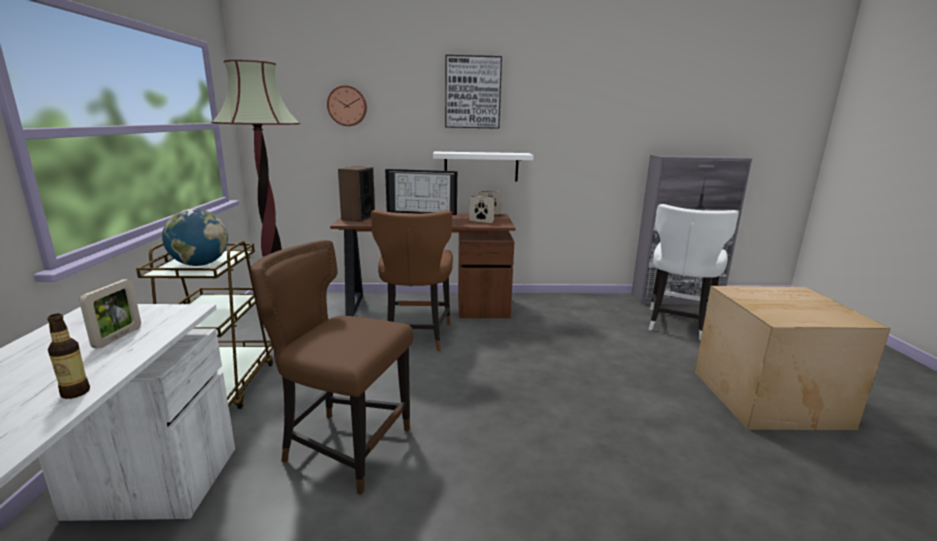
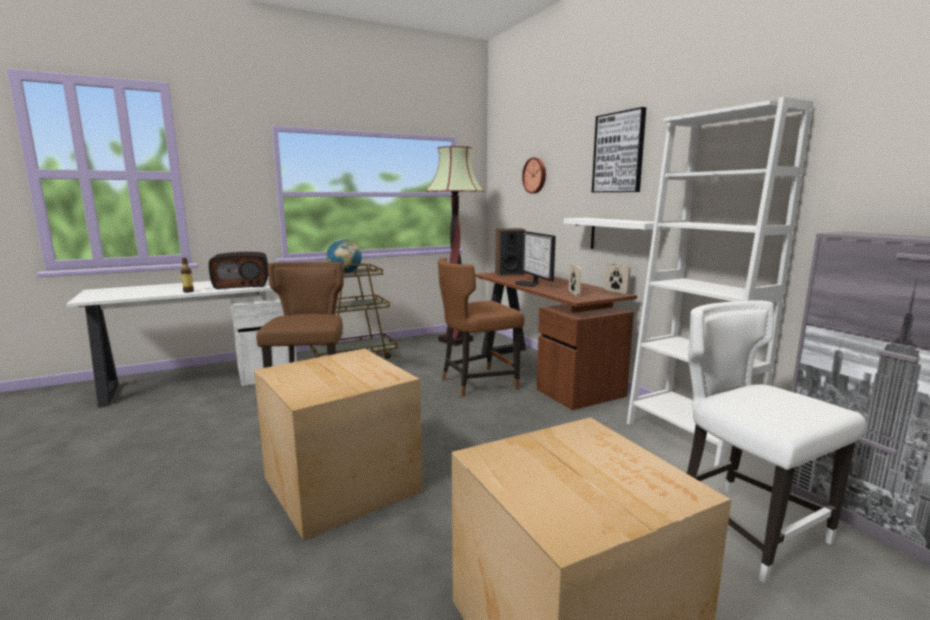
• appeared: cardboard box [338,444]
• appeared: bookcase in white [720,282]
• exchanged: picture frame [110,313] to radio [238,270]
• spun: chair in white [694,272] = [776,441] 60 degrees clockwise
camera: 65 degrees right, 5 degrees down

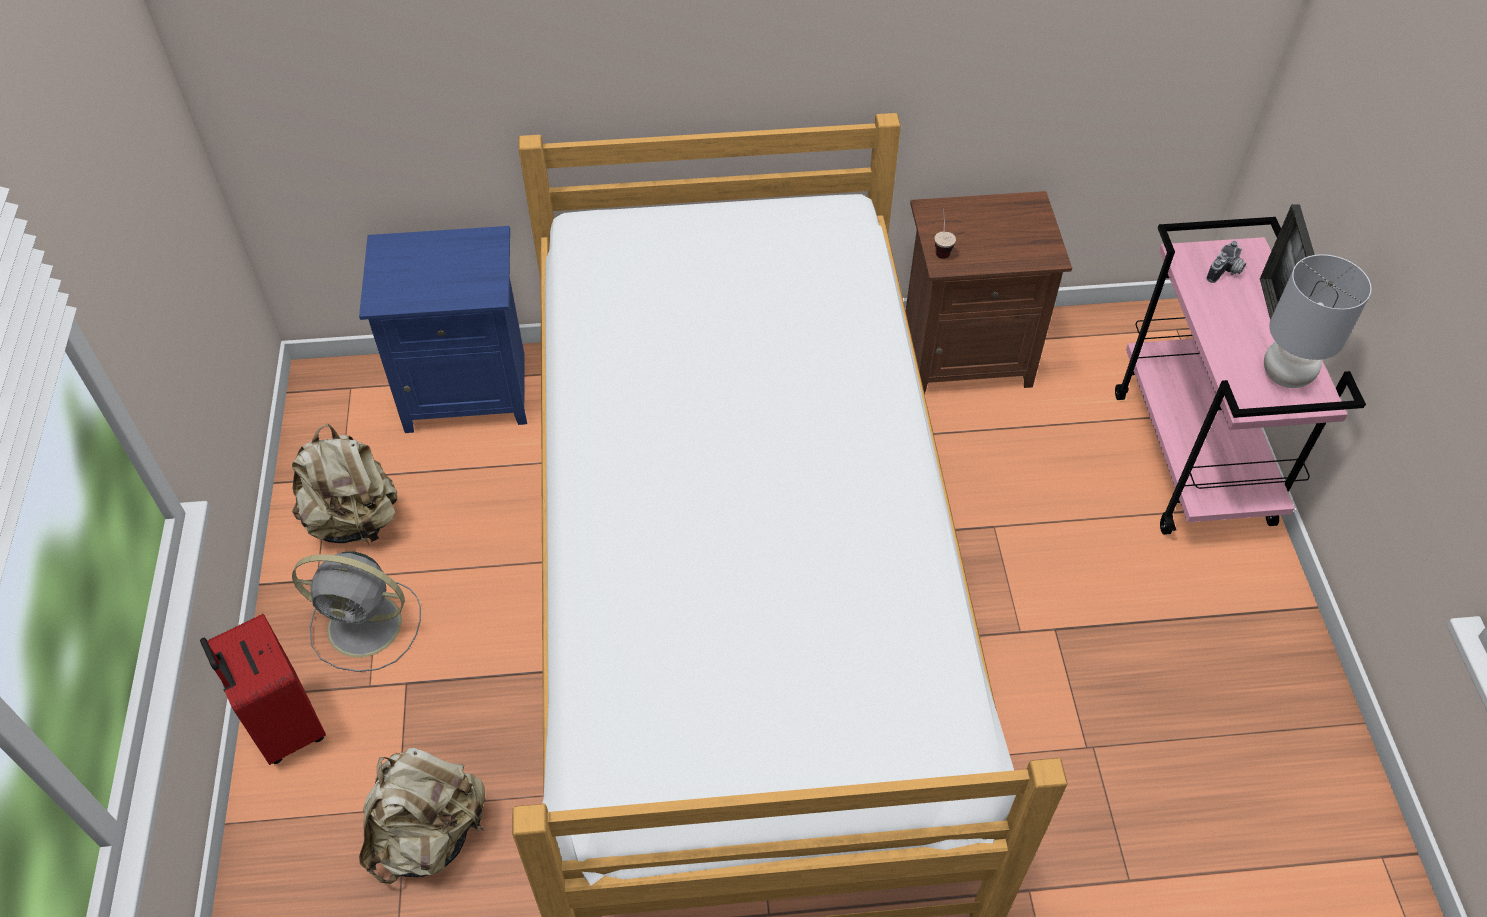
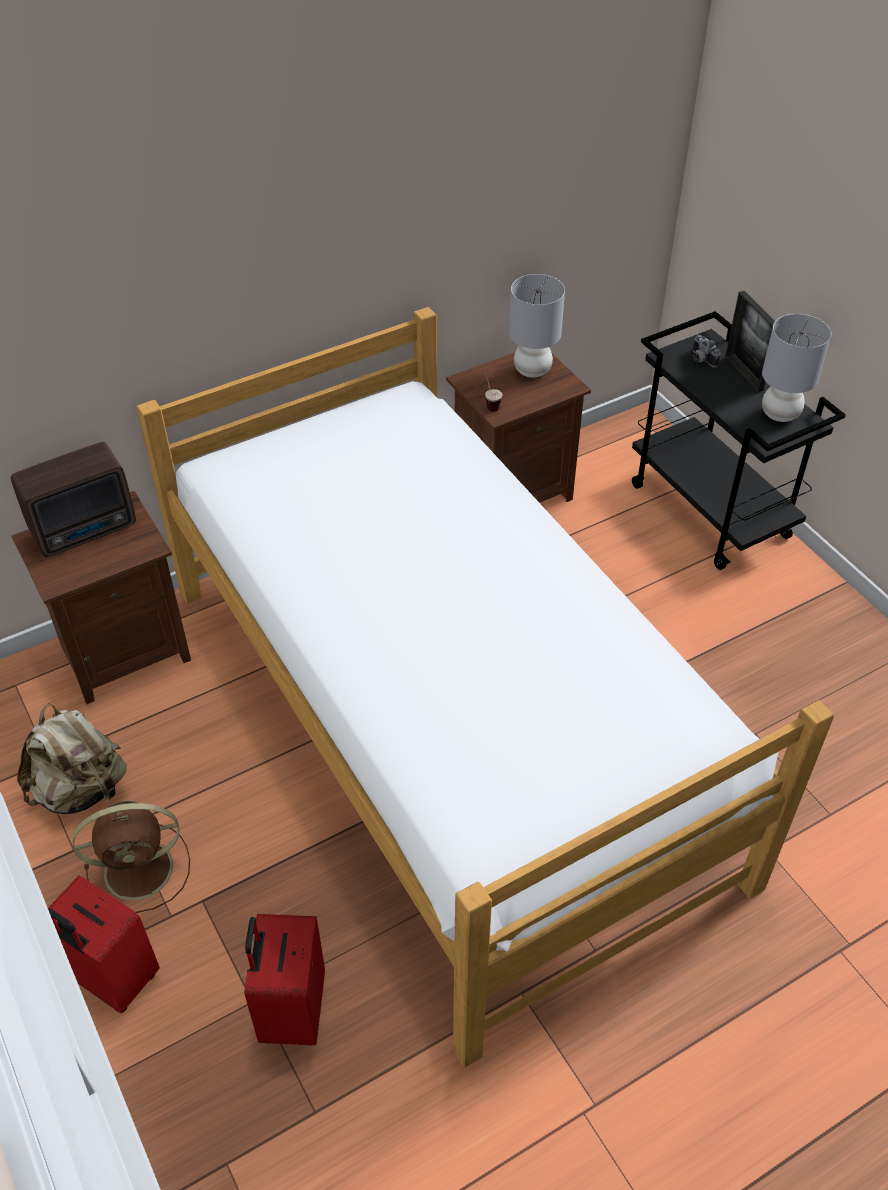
• appeared: radio [73,499]
• appeared: table lamp in grey [537,326]
• exchanged: backpack in beige [422,816] to suitcase in red [285,979]
• colour: fan in grey [356,611] to fan in brown [131,857]
• colour: nightstand in blue [443,329] to nightstand in brown [101,597]
• colour: cart in pink [1240,376] to cart in black [739,440]
• spun: photo camera [1226,262] = [707,351] 135 degrees clockwise
camera: 25 degrees left, 5 degrees down

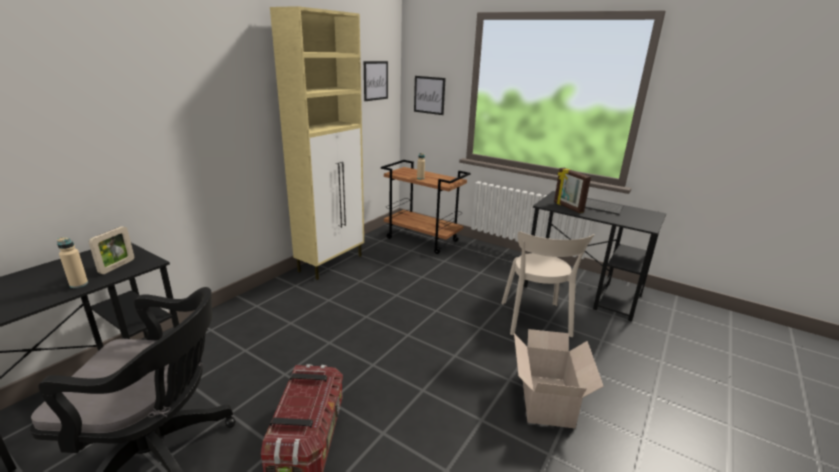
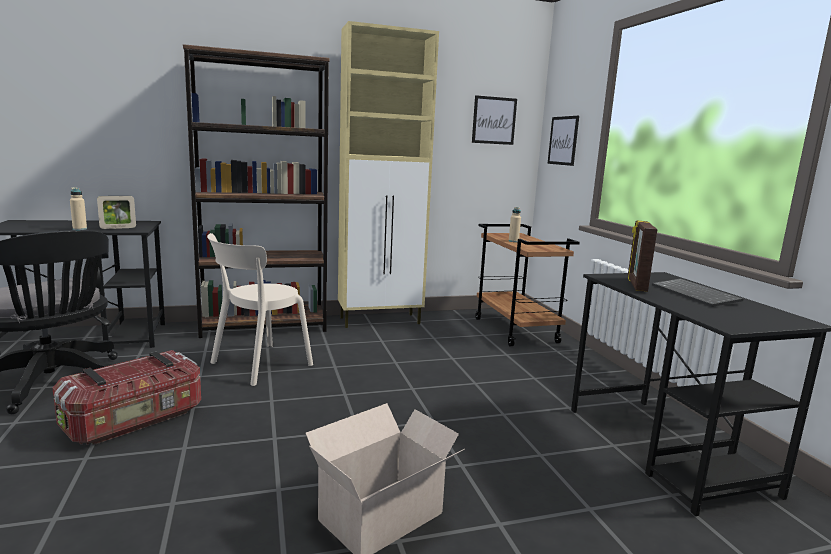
• appeared: bookcase in brown [256,191]
• relocated: chair in beige [548,284] to [260,309]
camera: 40 degrees right, 10 degrees down

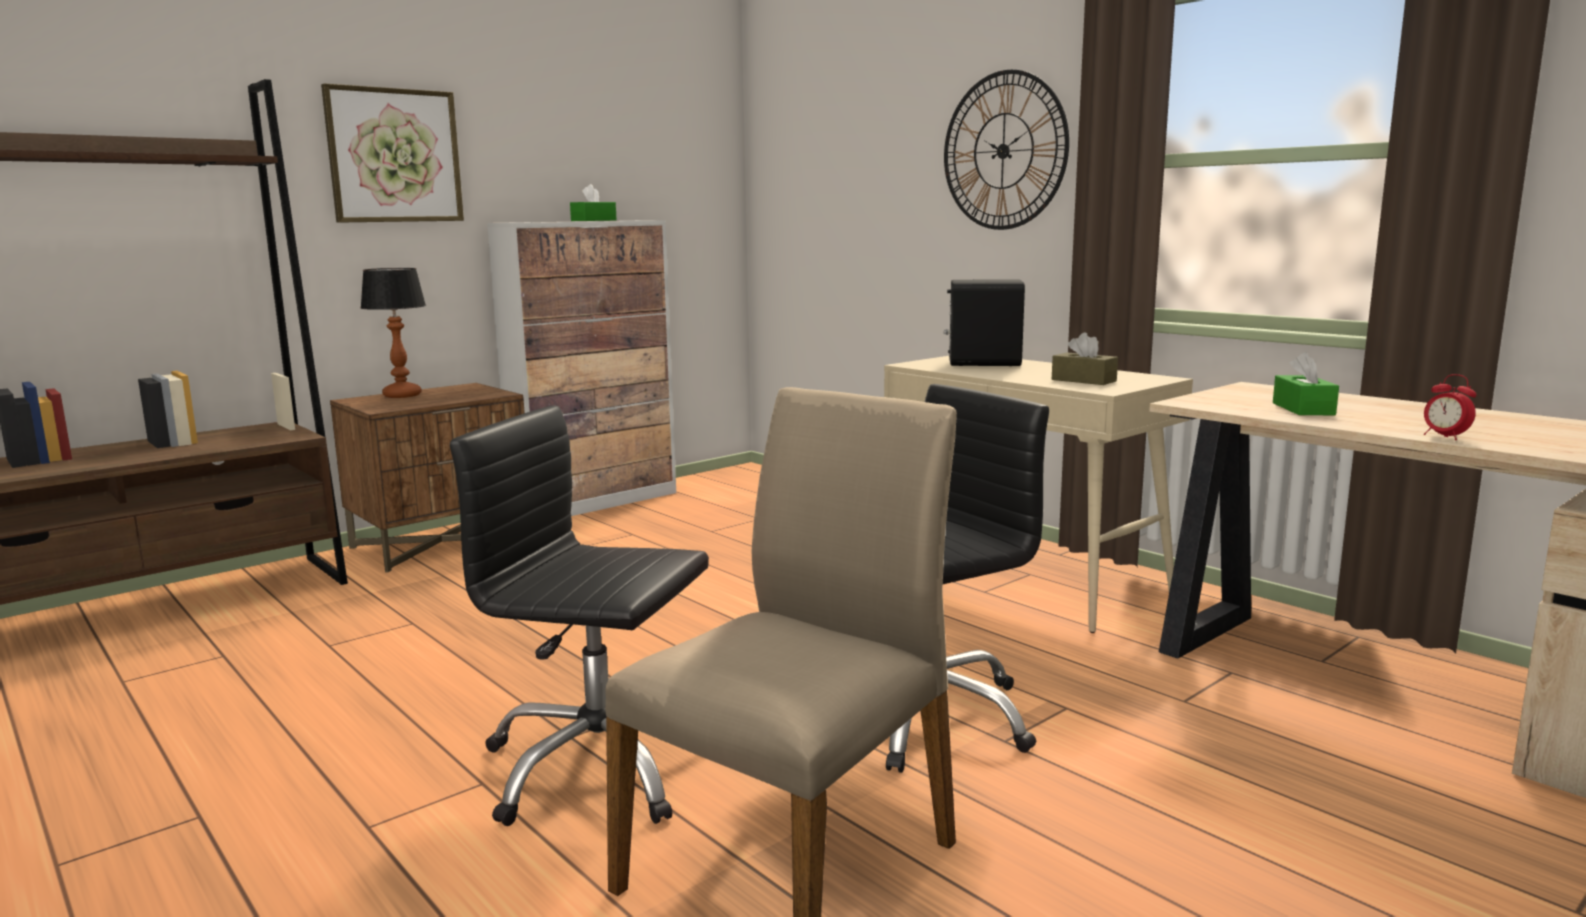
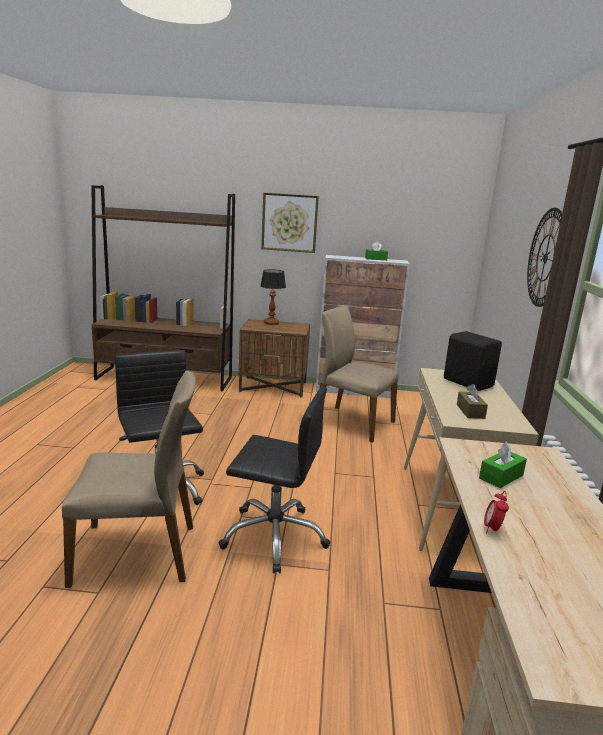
• appeared: chair in beige [359,374]
camera: 45 degrees right, 5 degrees up

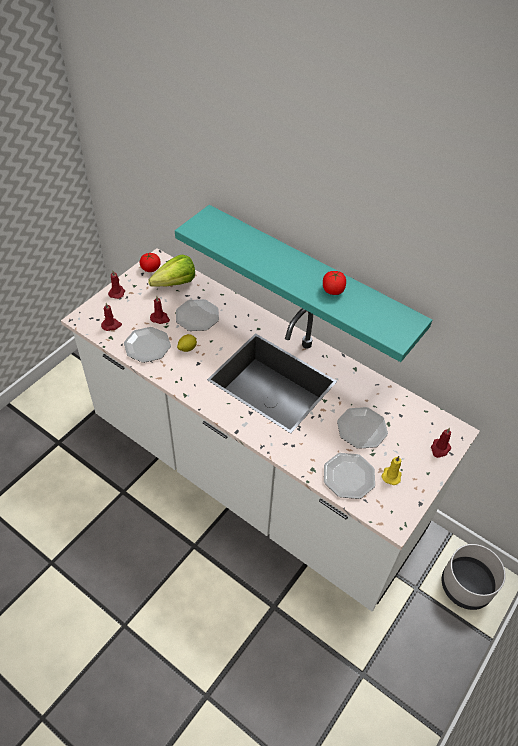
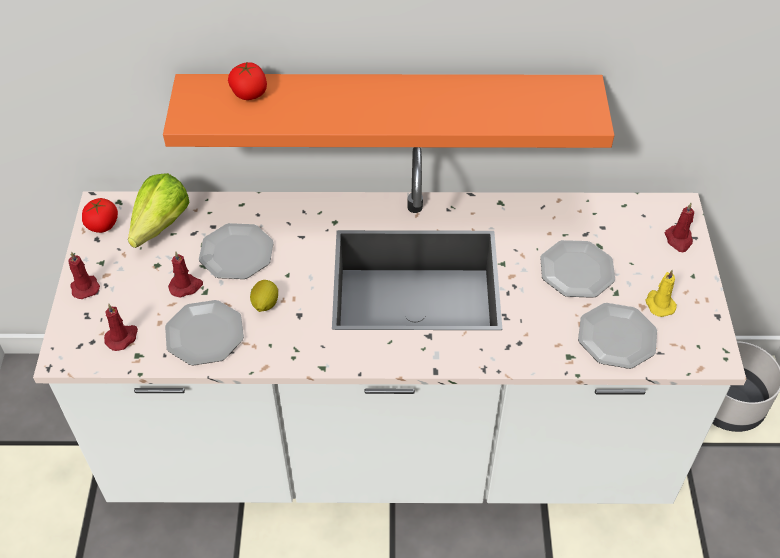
• relocated: tomato [334,283] to [247,80]
• colour: shelf in turquoise [303,283] to shelf in orange [388,111]
camera: 35 degrees left, 0 degrees up

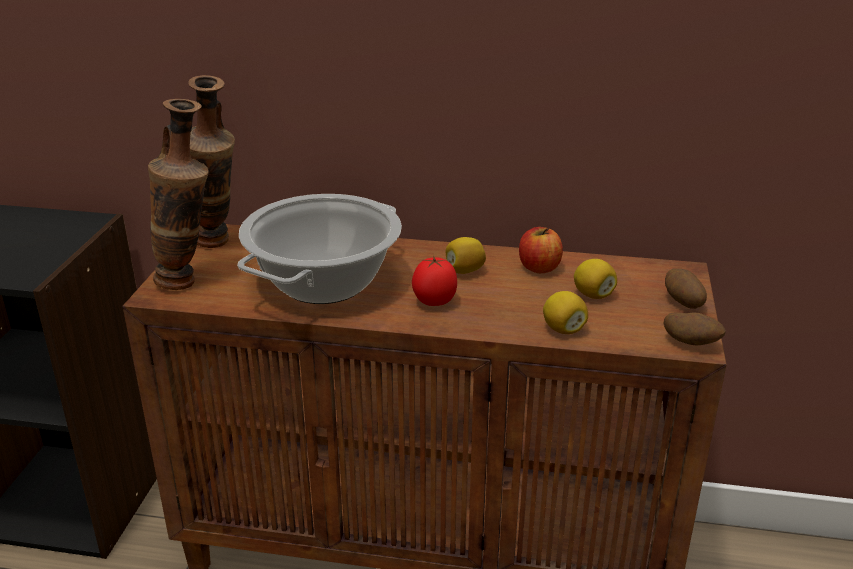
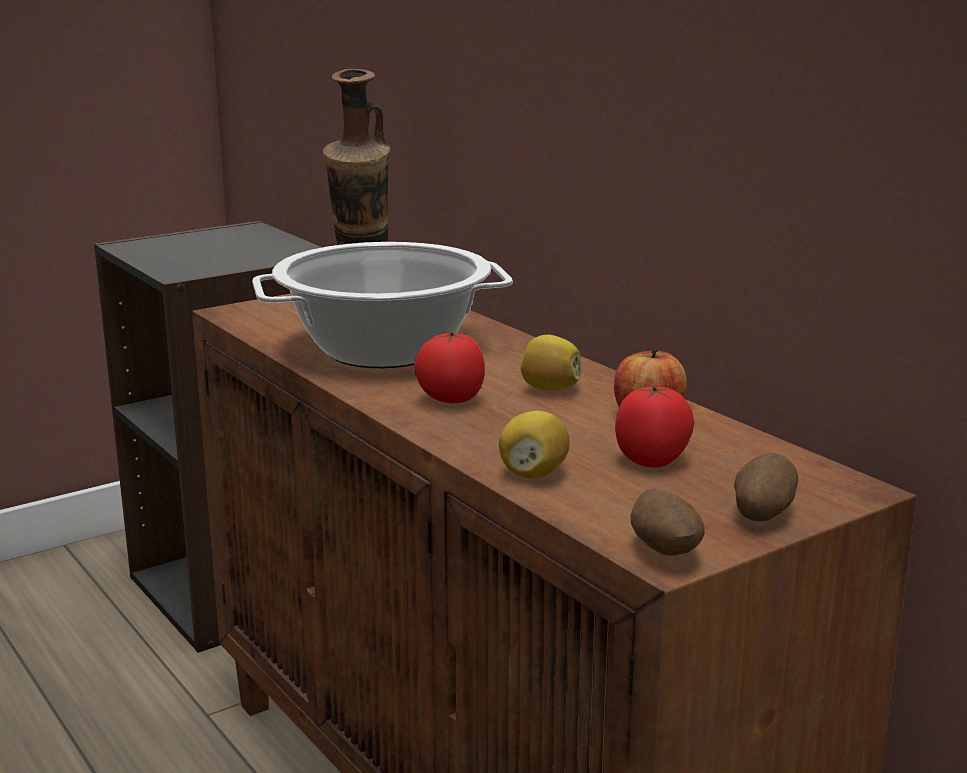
• missing: vase [178,194]
• exchanged: lemon [595,279] to tomato [654,426]
camera: 45 degrees right, 10 degrees down

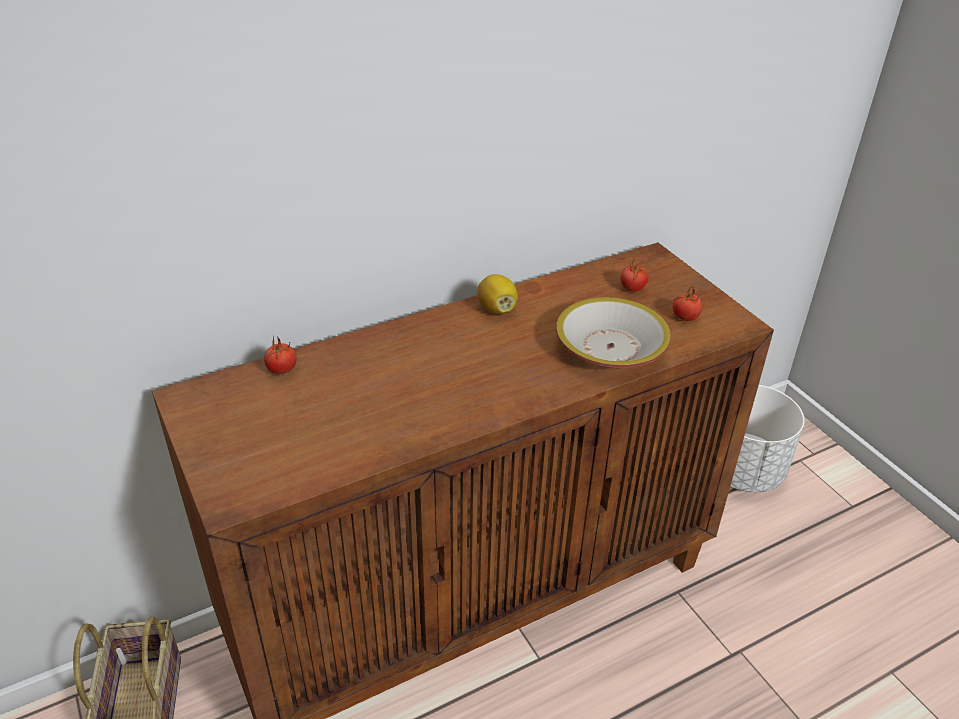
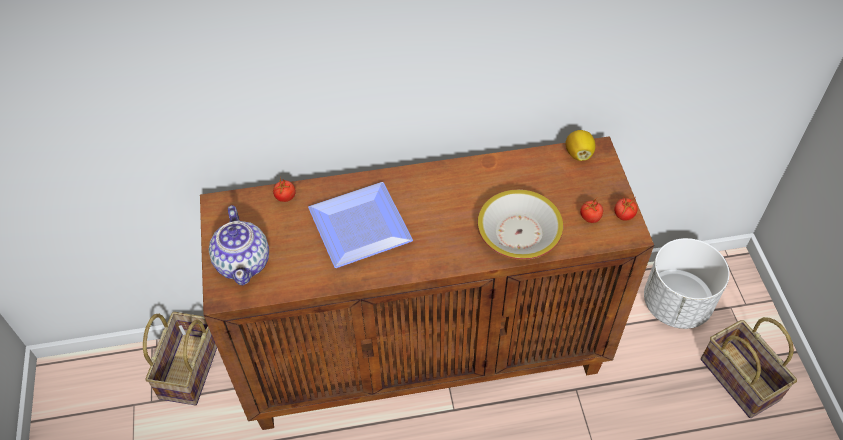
• appeared: teapot [239,245]
• appeared: plate [360,225]
• appeared: basket [749,367]
• relocated: lemon [497,294] to [580,145]
• relocated: tomato [634,275] to [626,209]
camera: 20 degrees right, 15 degrees up

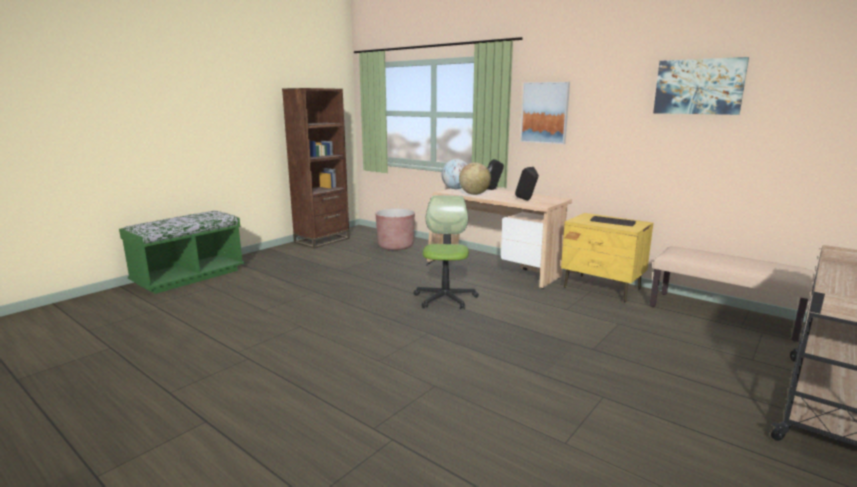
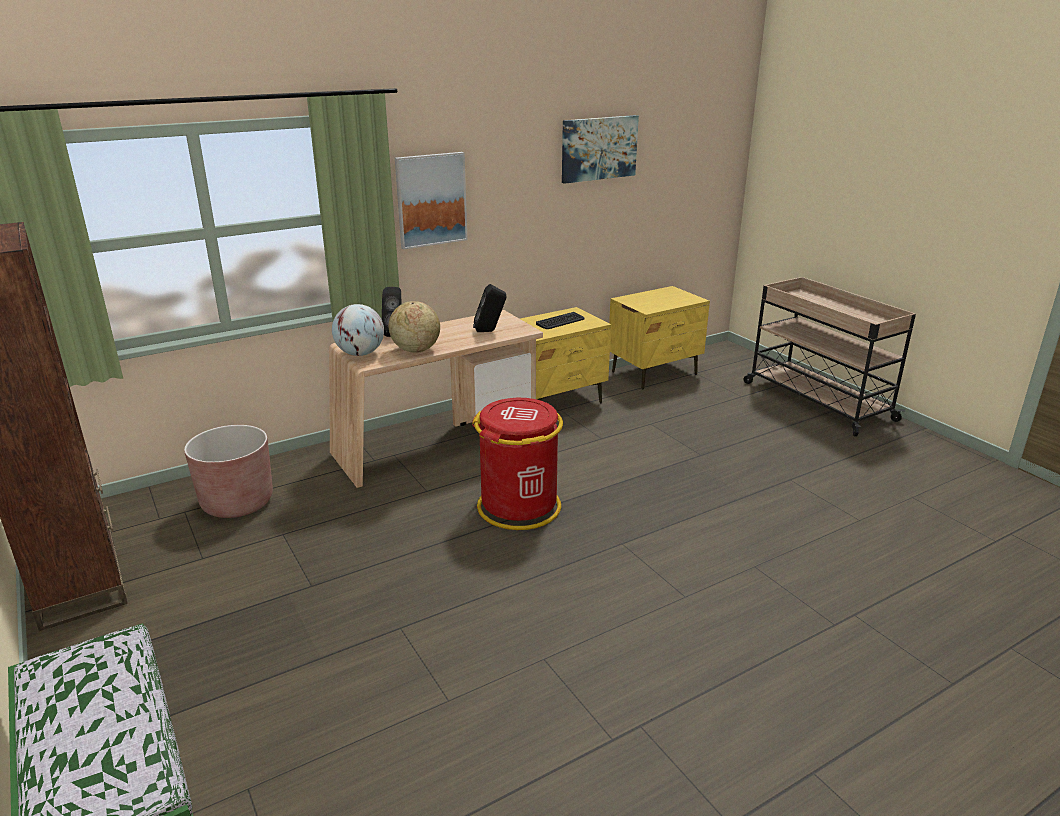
• exchanged: office chair [446,252] to trash can in red [517,464]
• exchanged: bench in beige [732,294] to nightstand in yellow [659,337]
camera: 70 degrees left, 10 degrees up

